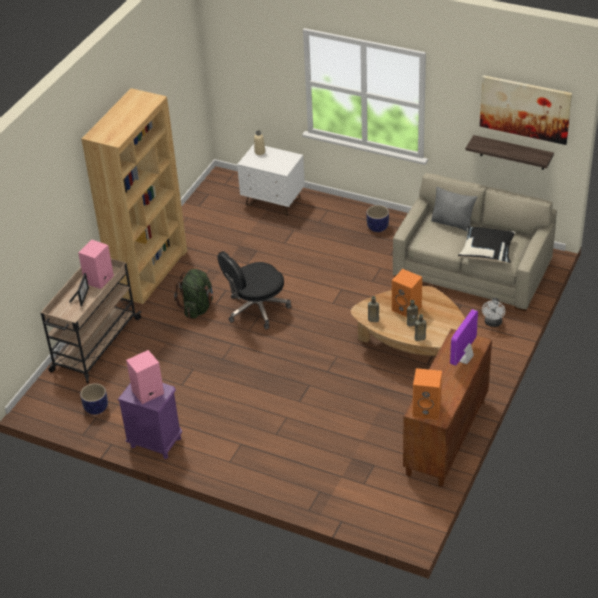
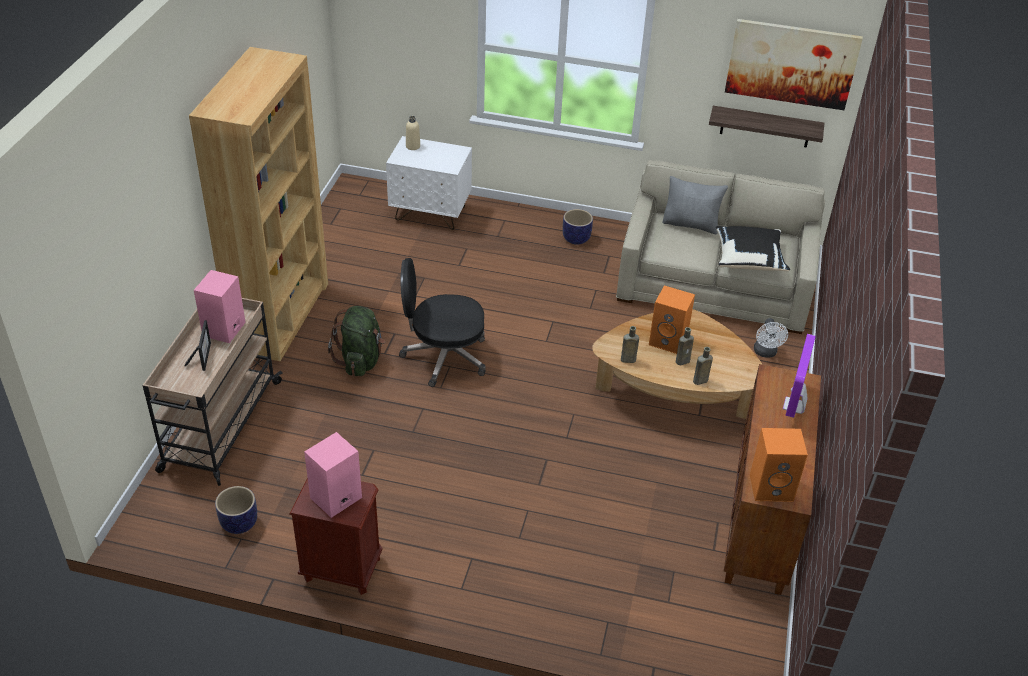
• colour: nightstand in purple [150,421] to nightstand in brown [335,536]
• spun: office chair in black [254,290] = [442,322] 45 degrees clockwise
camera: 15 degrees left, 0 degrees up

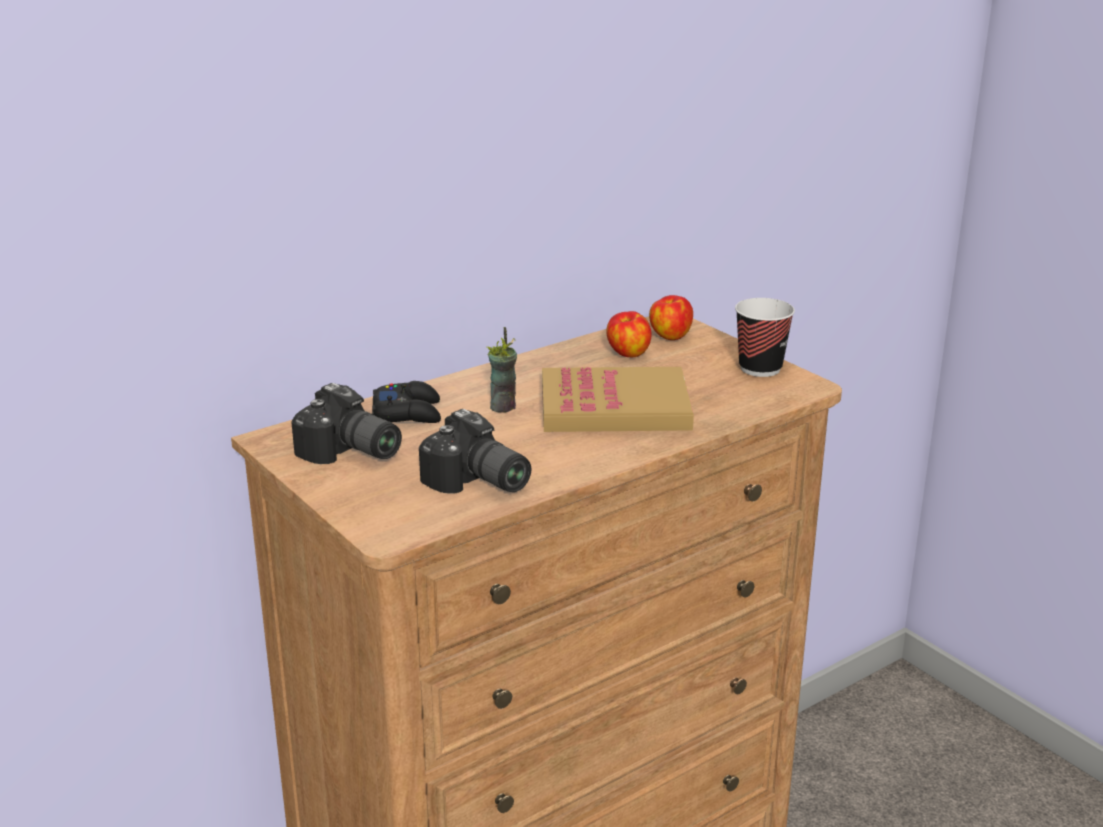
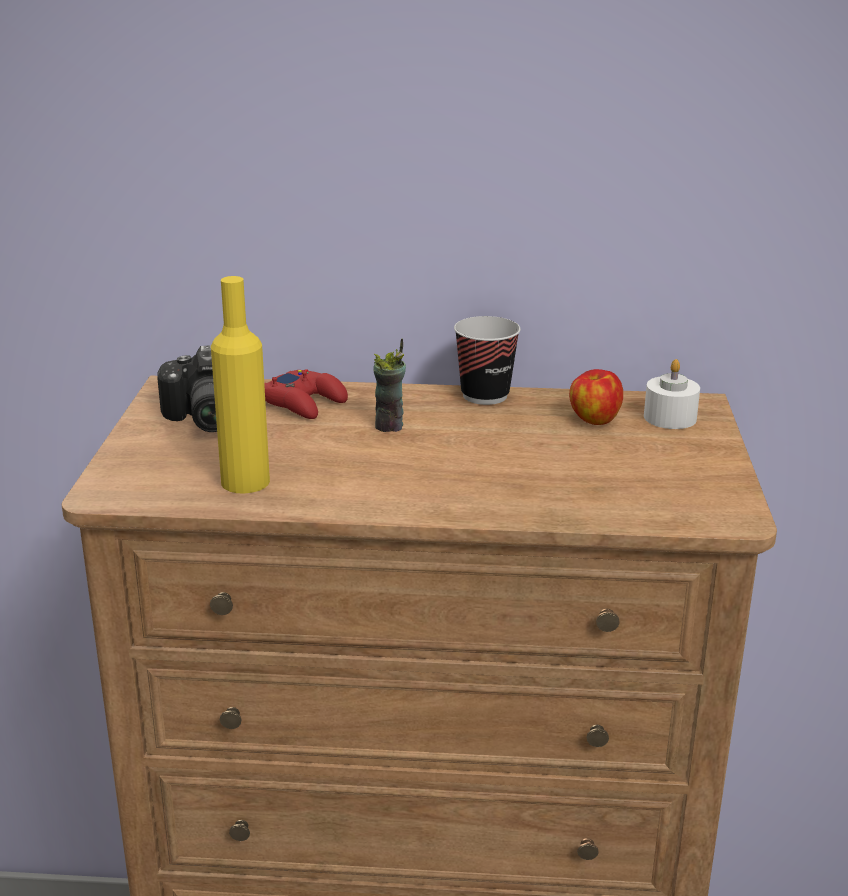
• missing: book [618,399]
• relocated: cup [765,337] to [487,360]
• exchanged: photo camera [475,451] to bottle in yellow [240,385]
• exchanged: apple [671,317] to candle in white [672,394]
• colour: game controller in black [406,402] to game controller in red [306,394]
camera: 40 degrees right, 0 degrees up

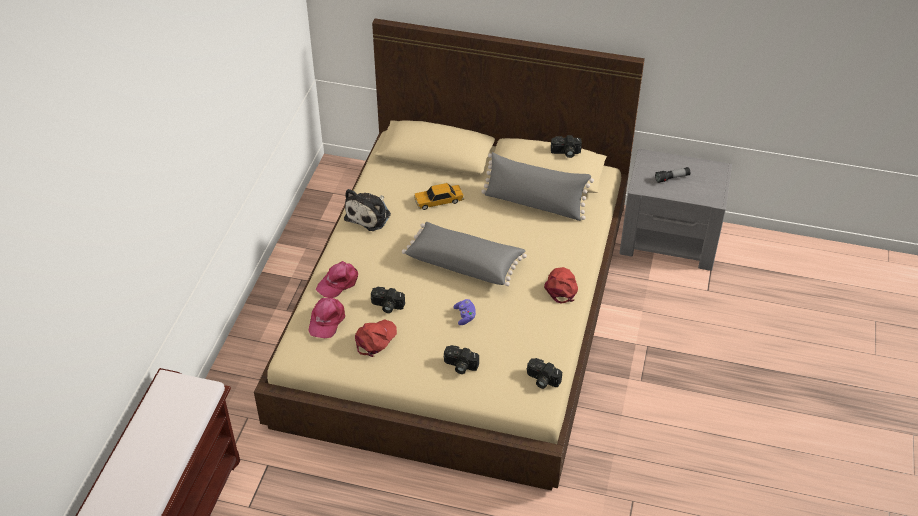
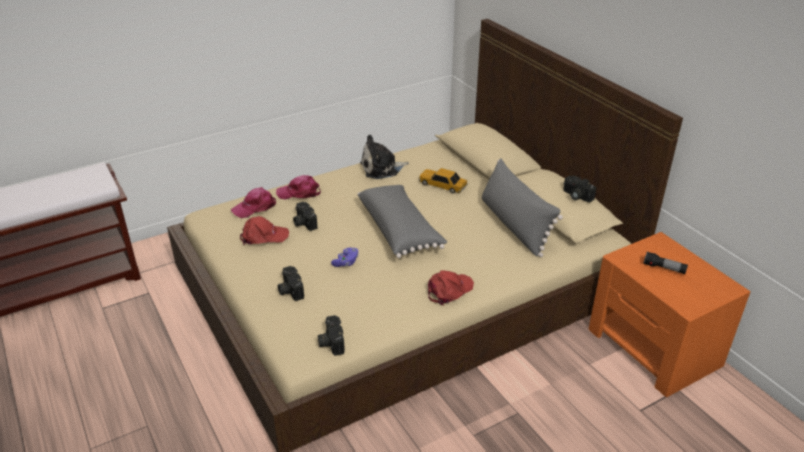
• colour: nightstand in grey [675,210] to nightstand in orange [669,314]
camera: 45 degrees right, 10 degrees down

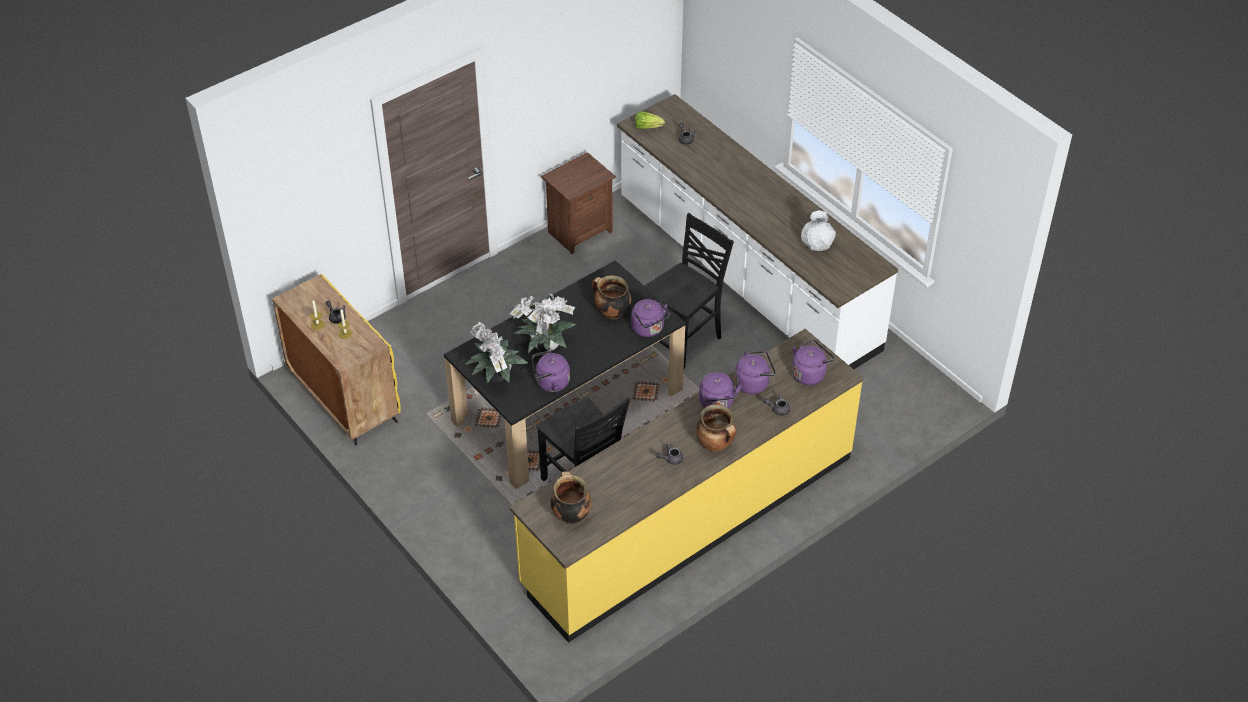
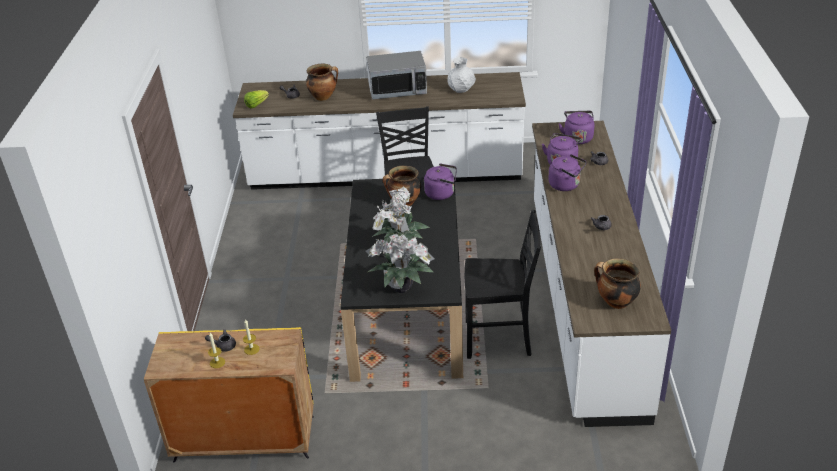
• missing: kettle in purple [551,371]
• missing: nightstand in brown [578,203]
• appeared: microwave [396,75]
• relocated: cooking pot [716,428] to [322,82]
• colour: counter in yellow [686,486] to counter in white [601,274]
camera: 50 degrees left, 10 degrees down

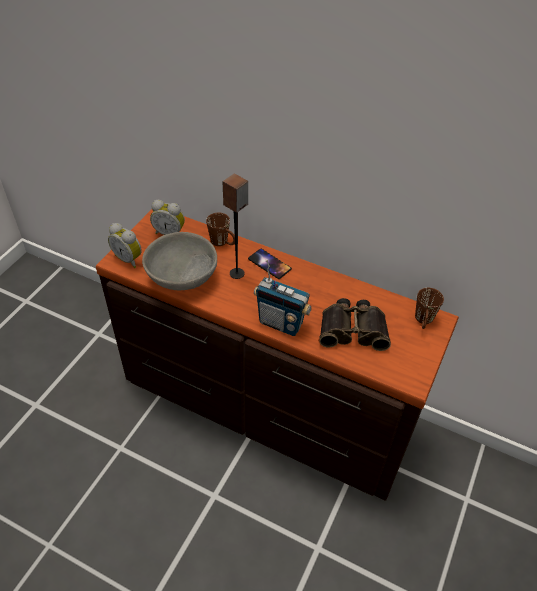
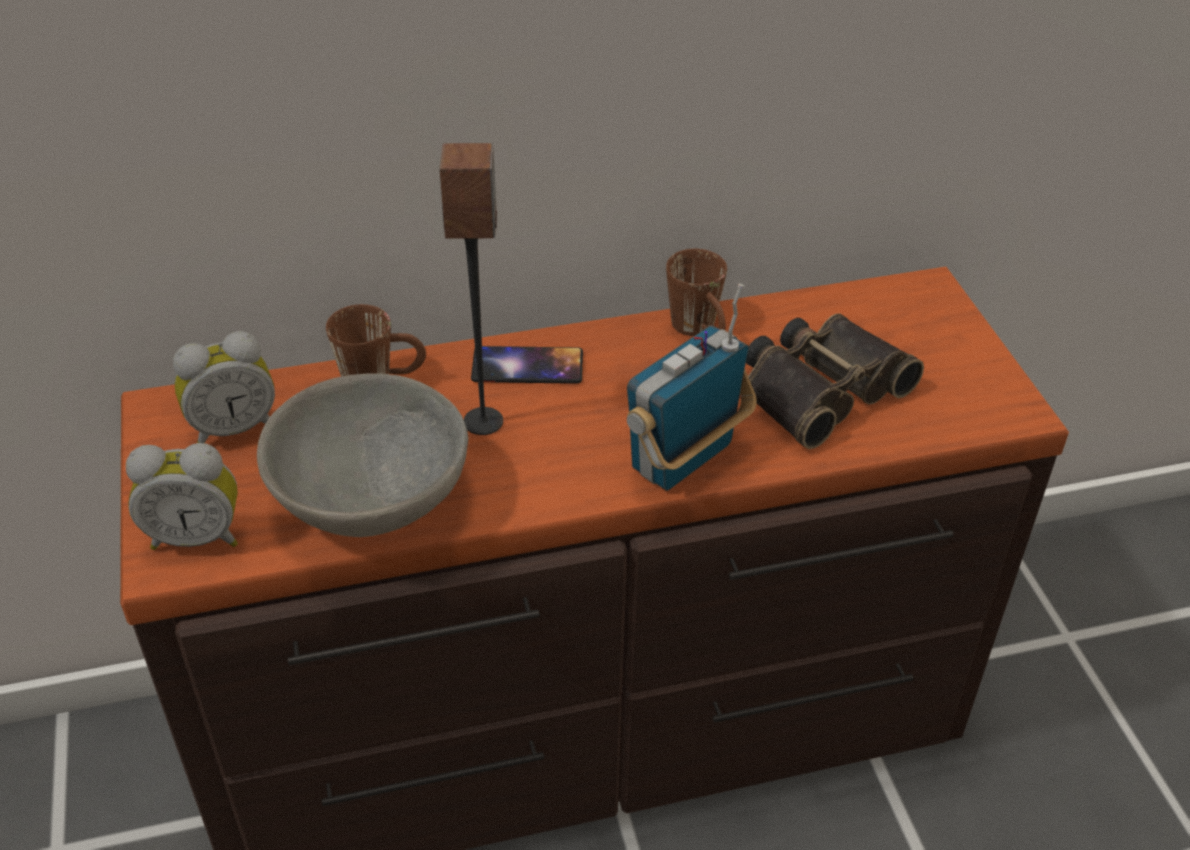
• relocated: mug in brown [429,308] to [696,292]
• spun: radio [283,297] = [692,387] 150 degrees clockwise
camera: 40 degrees left, 5 degrees down

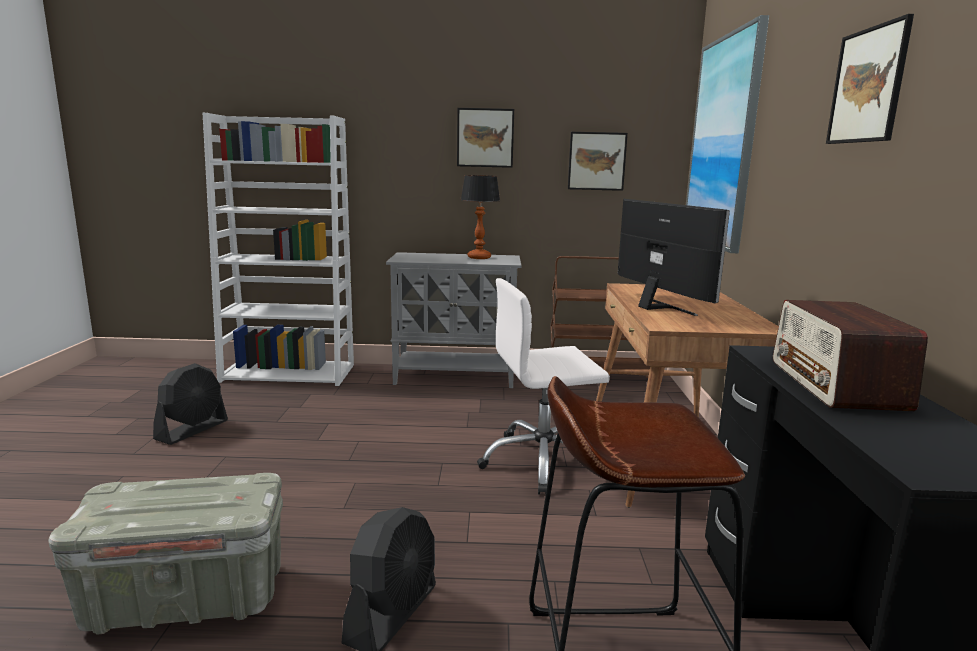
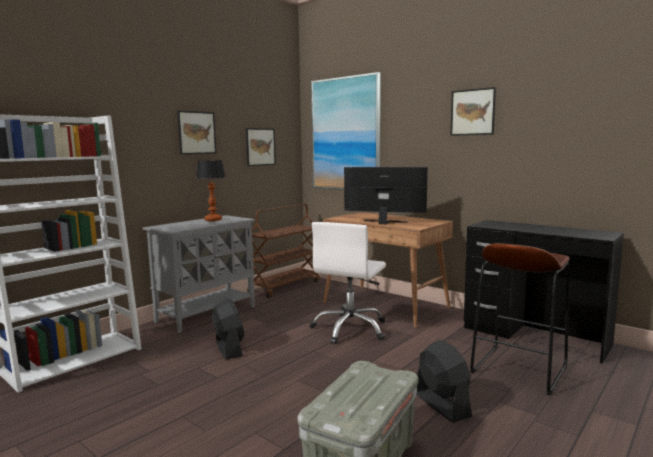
• missing: radio [850,355]
• relocated: fan in black [190,404] to [228,328]
camera: 50 degrees left, 5 degrees down

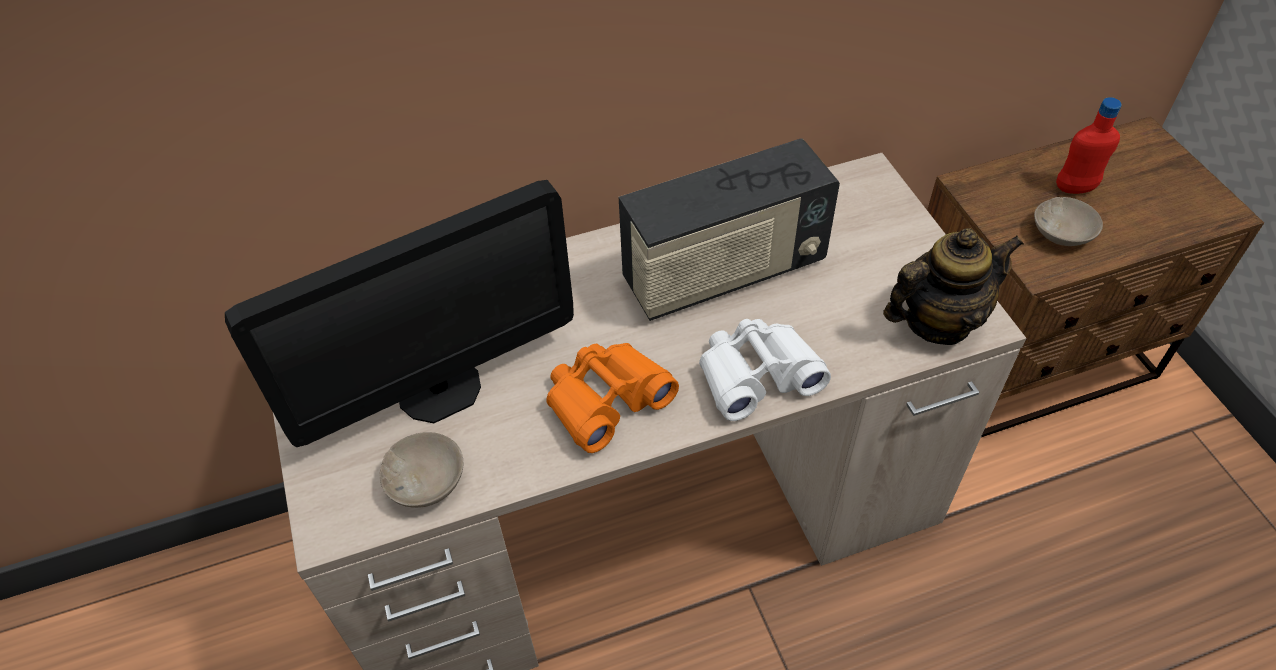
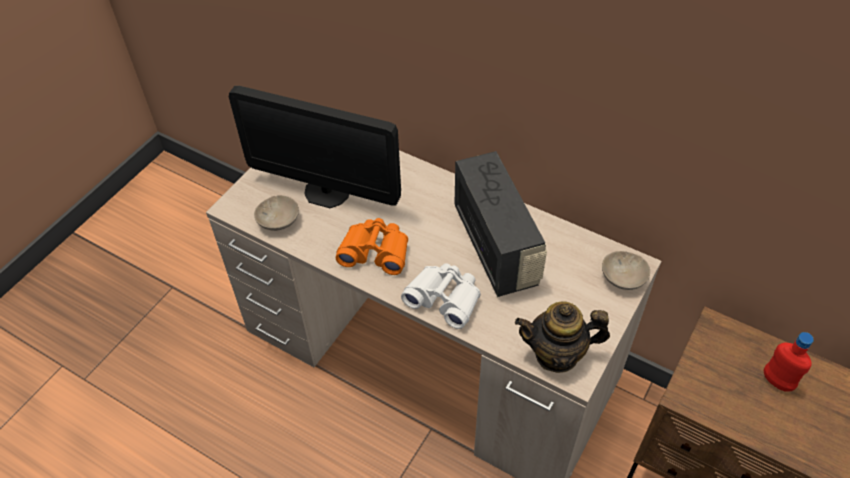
• relocated: bowl in beige [1068,221] to [626,270]
• spun: radio [729,230] = [501,224] 135 degrees counterclockwise
• spun: teapot [953,286] = [562,337] 150 degrees clockwise
camera: 50 degrees right, 0 degrees up

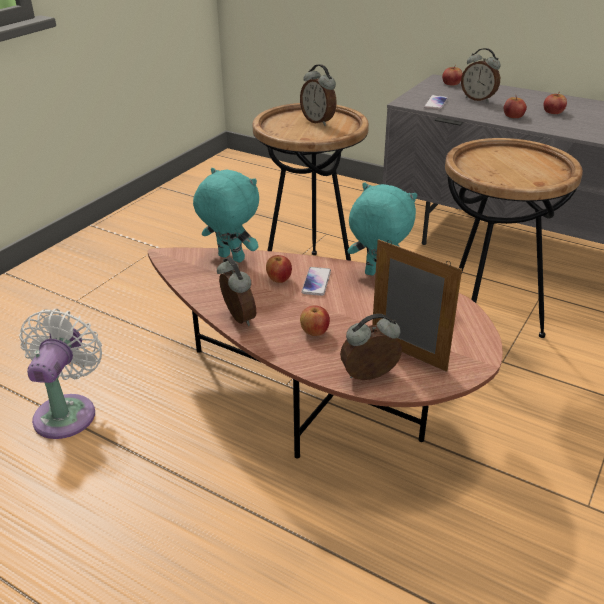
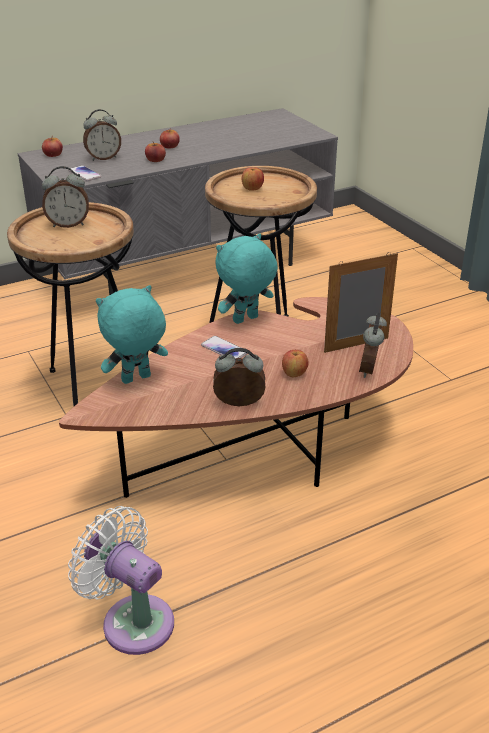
• relocated: apple [279,269] to [253,178]
camera: 60 degrees left, 0 degrees up

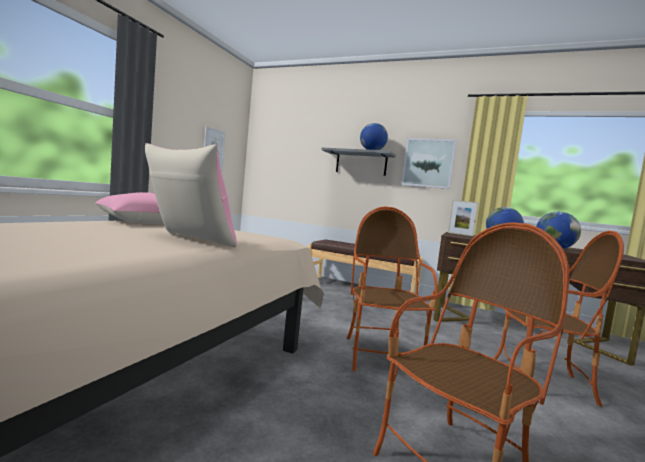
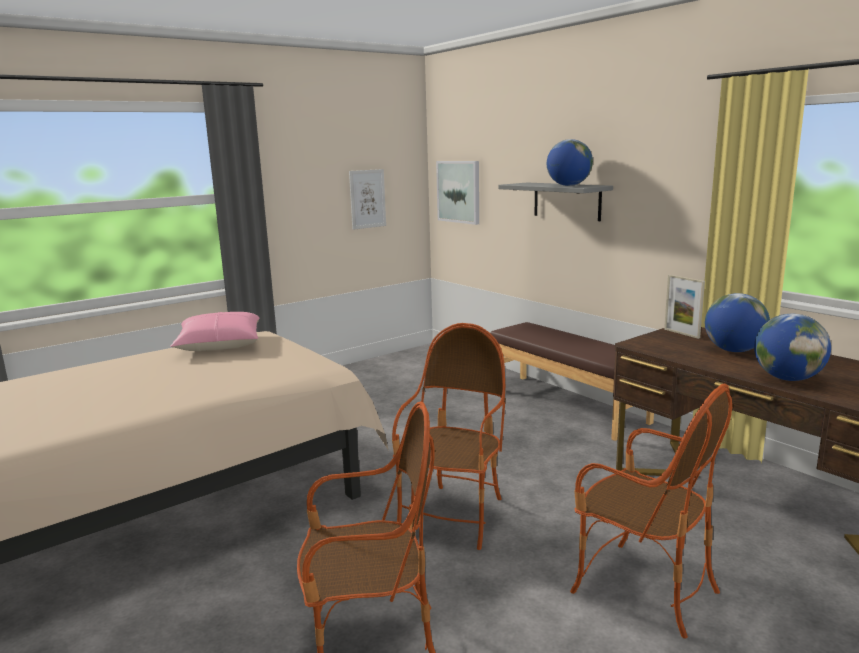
• missing: pillow in pink [191,195]
• relocated: picture [429,163] to [457,193]
camera: 30 degrees right, 10 degrees up

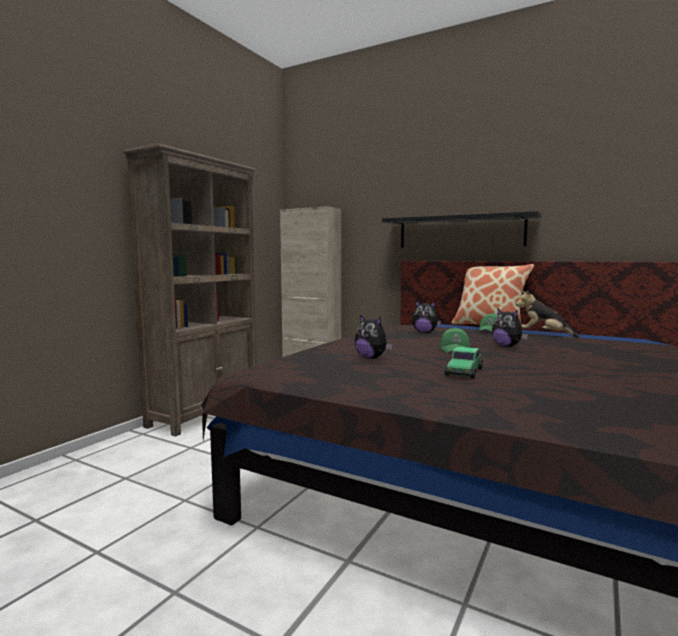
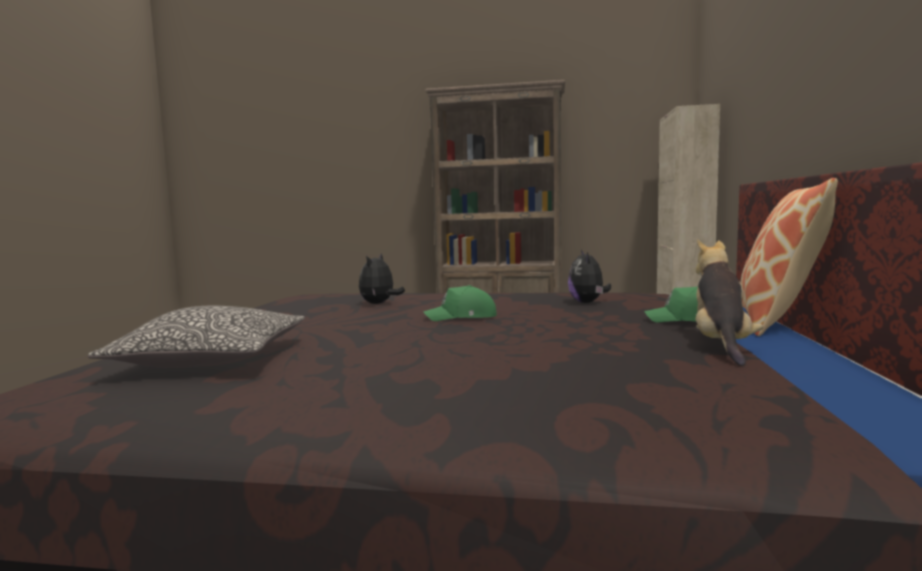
• missing: shelf in black [461,229]
• missing: toy car [463,362]
• missing: plush toy [510,327]
• appeared: pillow [196,336]
camera: 70 degrees right, 0 degrees up

